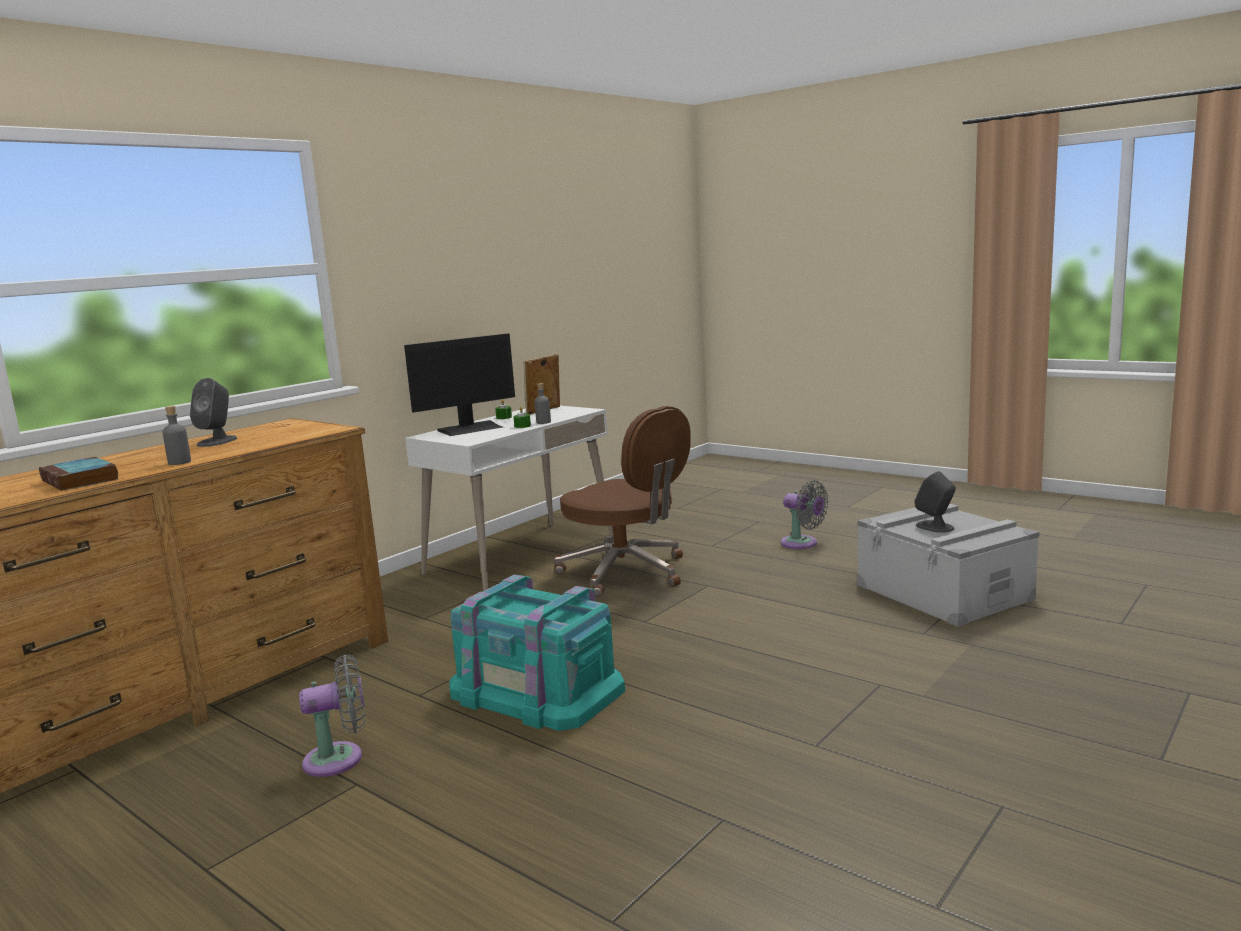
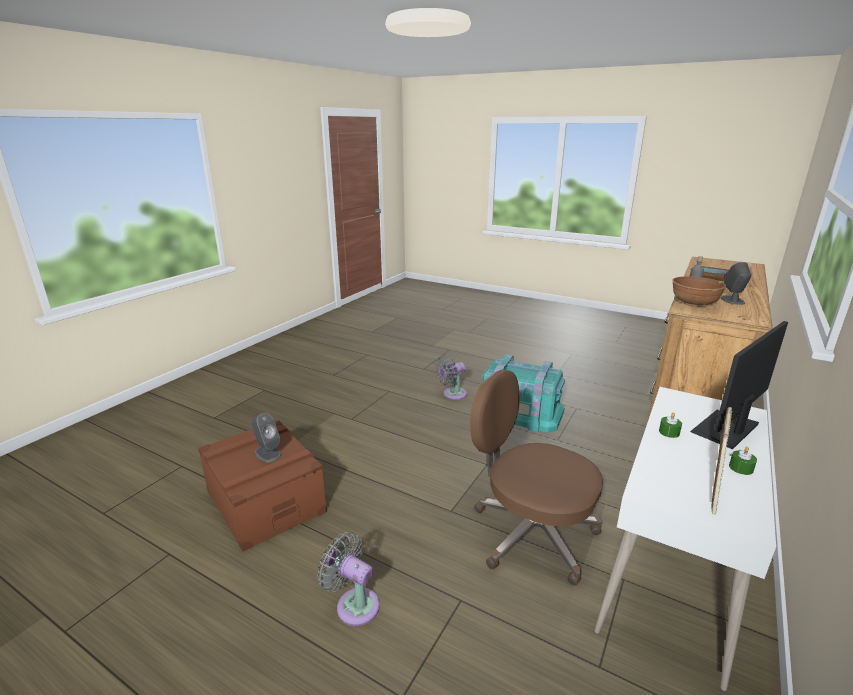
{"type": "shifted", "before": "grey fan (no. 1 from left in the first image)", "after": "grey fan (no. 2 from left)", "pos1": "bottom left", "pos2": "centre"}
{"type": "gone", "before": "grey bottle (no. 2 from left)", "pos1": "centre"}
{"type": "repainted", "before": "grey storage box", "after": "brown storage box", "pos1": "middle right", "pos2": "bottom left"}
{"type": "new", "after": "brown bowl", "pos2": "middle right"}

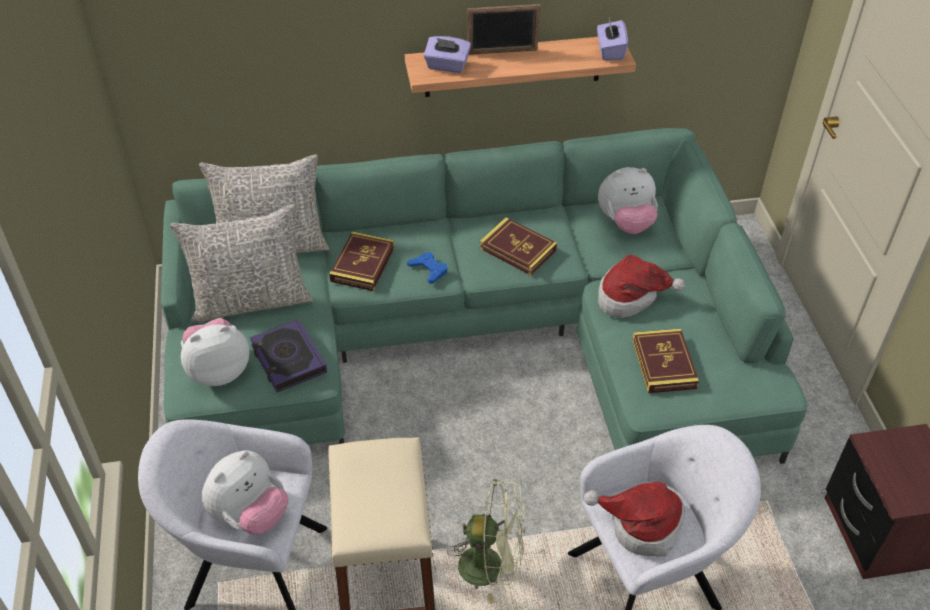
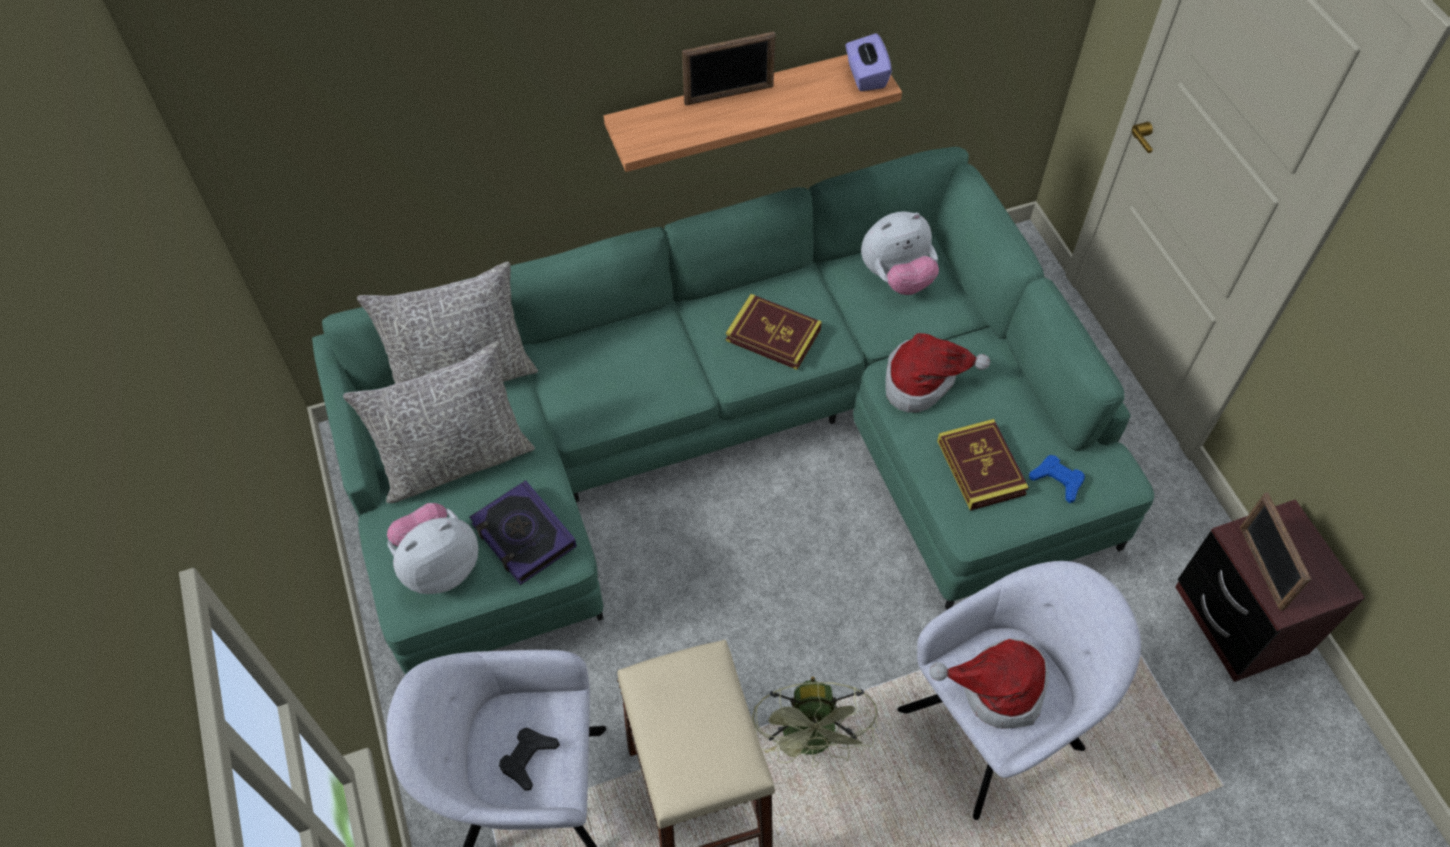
{"type": "swapped", "before": "plush toy (no. 2 from left)", "after": "black game controller", "pos1": "bottom left", "pos2": "bottom centre"}
{"type": "gone", "before": "book (no. 2 from left)", "pos1": "centre"}
{"type": "shifted", "before": "blue game controller", "pos1": "centre", "pos2": "middle right"}
{"type": "gone", "before": "purple tissue box (no. 1 from left)", "pos1": "top centre"}
{"type": "rotated", "before": "green fan", "pos1": "bottom centre", "pos2": "bottom centre", "turn": 90}
{"type": "new", "after": "picture frame (no. 2 from left)", "pos2": "middle right"}

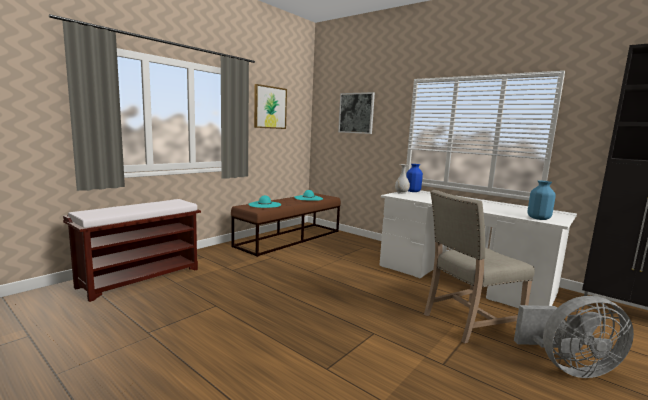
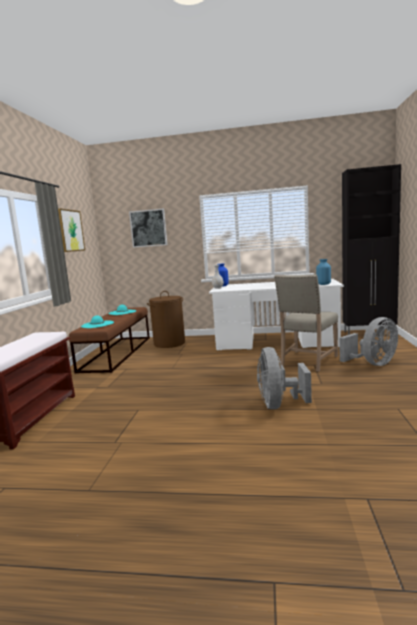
{"type": "new", "after": "brown laundry basket", "pos2": "centre"}
{"type": "new", "after": "grey fan (no. 1 from left)", "pos2": "middle right"}

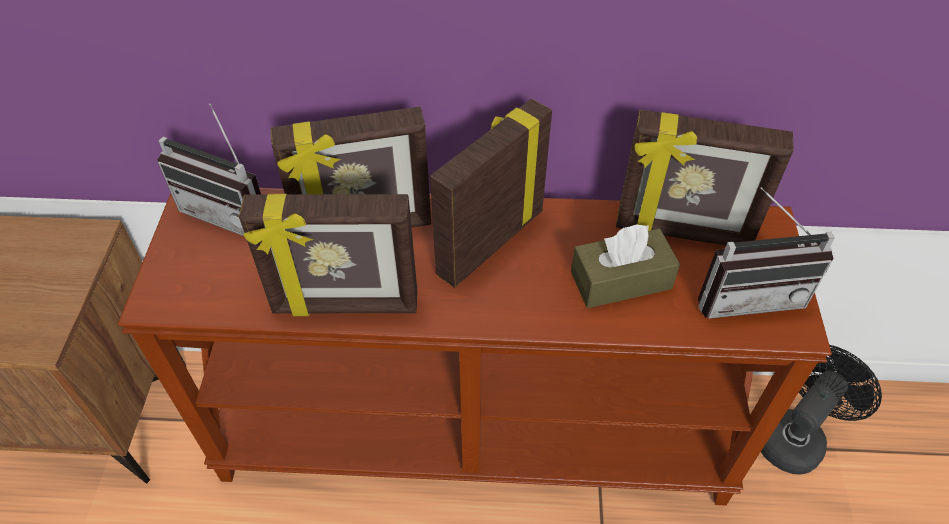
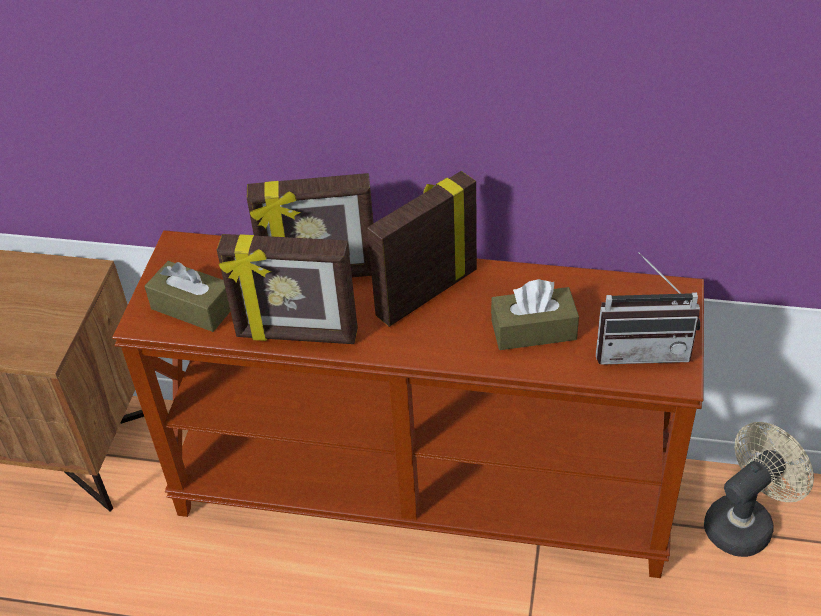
{"type": "gone", "before": "radio (no. 1 from left)", "pos1": "top left"}
{"type": "gone", "before": "picture frame (no. 4 from left)", "pos1": "middle right"}
{"type": "repainted", "before": "black fan", "after": "beige fan", "pos1": "bottom right", "pos2": "bottom right"}
{"type": "new", "after": "brown tissue box (no. 1 from left)", "pos2": "middle left"}

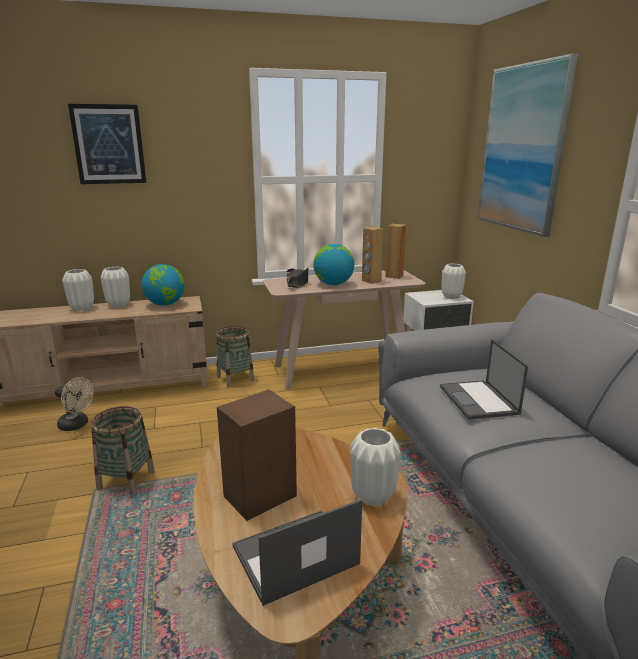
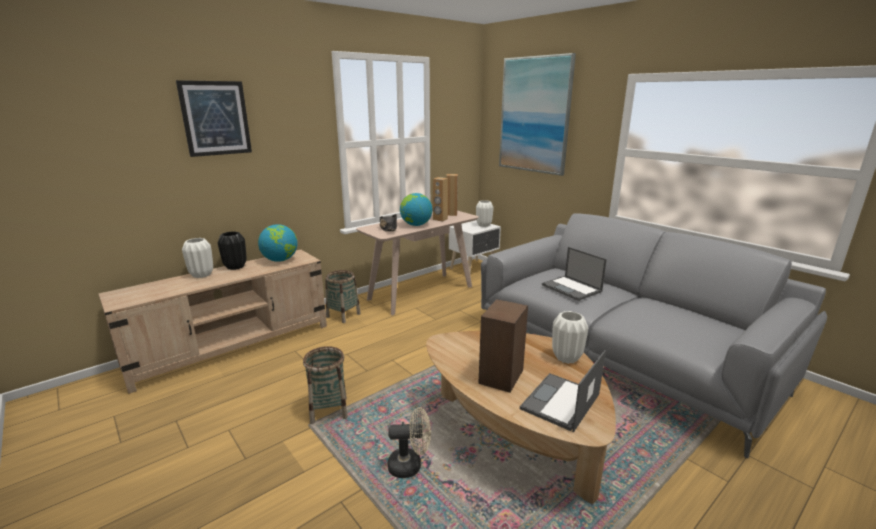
{"type": "shifted", "before": "beige fan", "pos1": "middle left", "pos2": "bottom centre"}
{"type": "repainted", "before": "white vase (no. 2 from left)", "after": "black vase", "pos1": "middle left", "pos2": "middle left"}

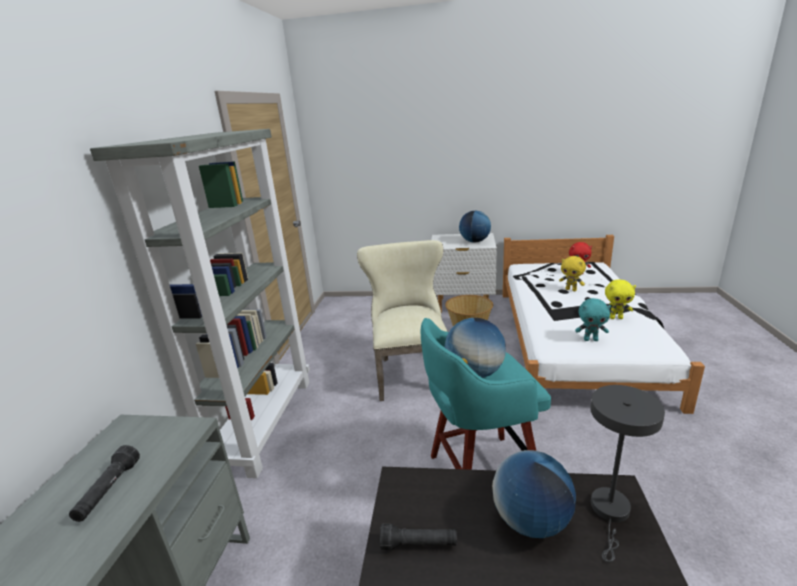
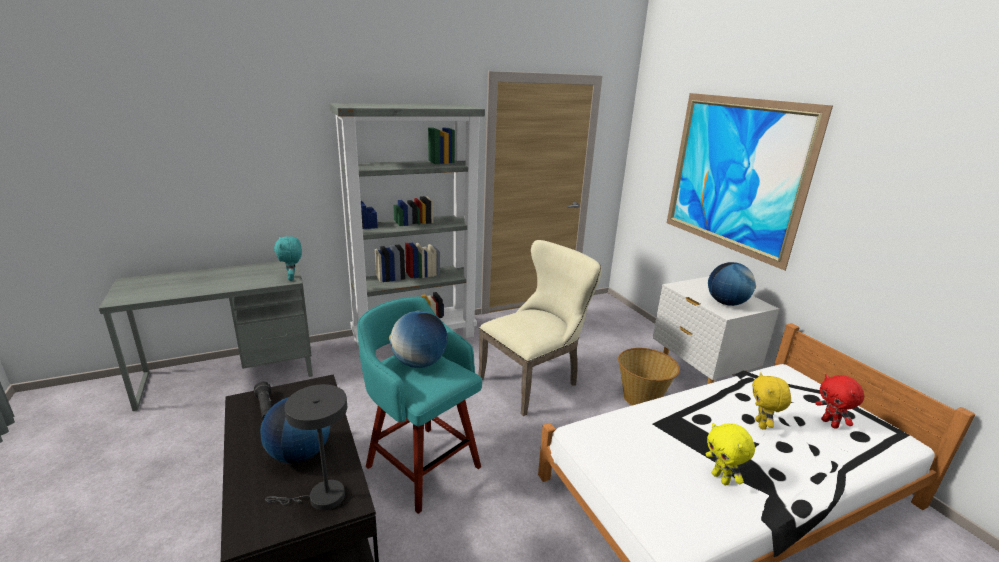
{"type": "gone", "before": "black flashlight (no. 1 from left)", "pos1": "bottom left"}
{"type": "shifted", "before": "turquoise plush toy", "pos1": "middle right", "pos2": "middle left"}
{"type": "new", "after": "picture", "pos2": "top right"}

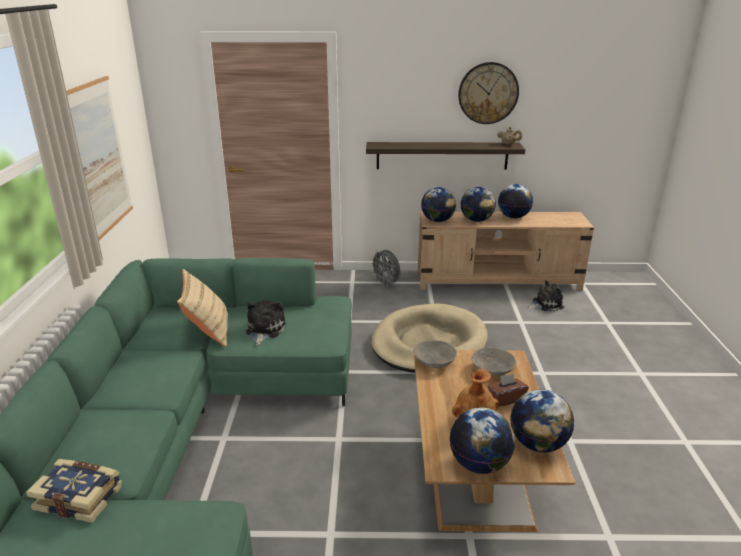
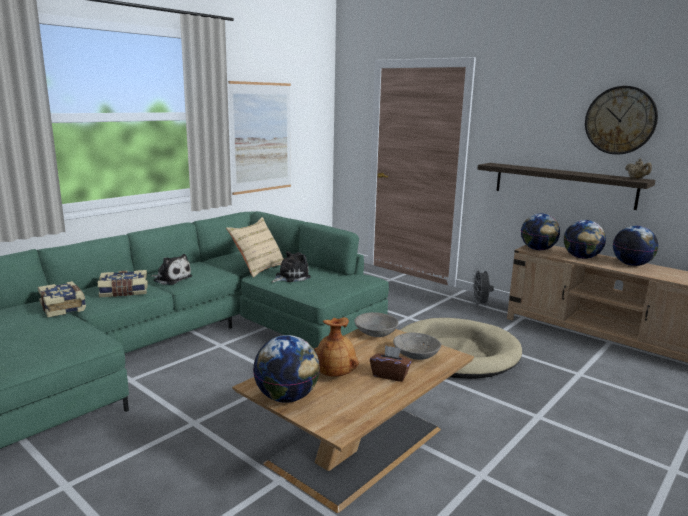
{"type": "gone", "before": "globe (no. 5 from left)", "pos1": "bottom right"}
{"type": "shifted", "before": "plush toy (no. 2 from left in the first image)", "after": "plush toy (no. 1 from left)", "pos1": "middle right", "pos2": "middle left"}
{"type": "new", "after": "book (no. 2 from left)", "pos2": "middle left"}

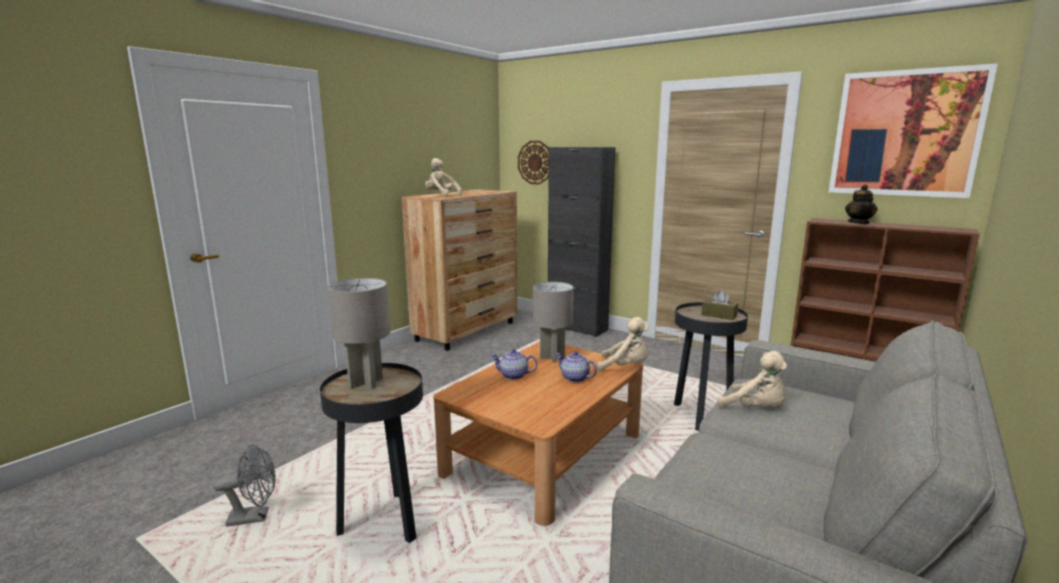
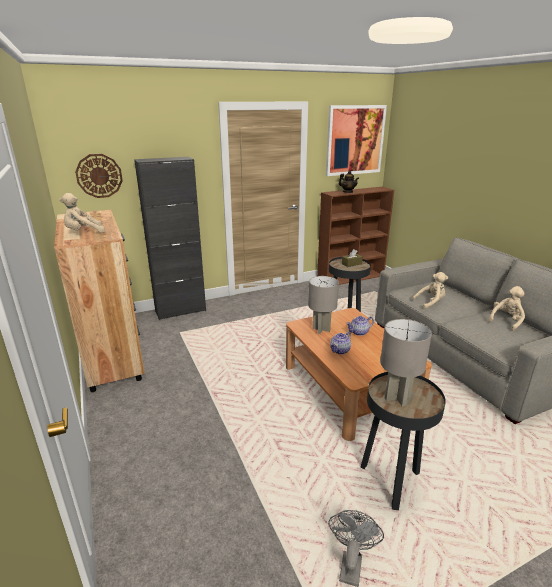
{"type": "shifted", "before": "beige plush toy (no. 2 from left in the first image)", "after": "beige plush toy (no. 3 from left)", "pos1": "centre", "pos2": "middle right"}

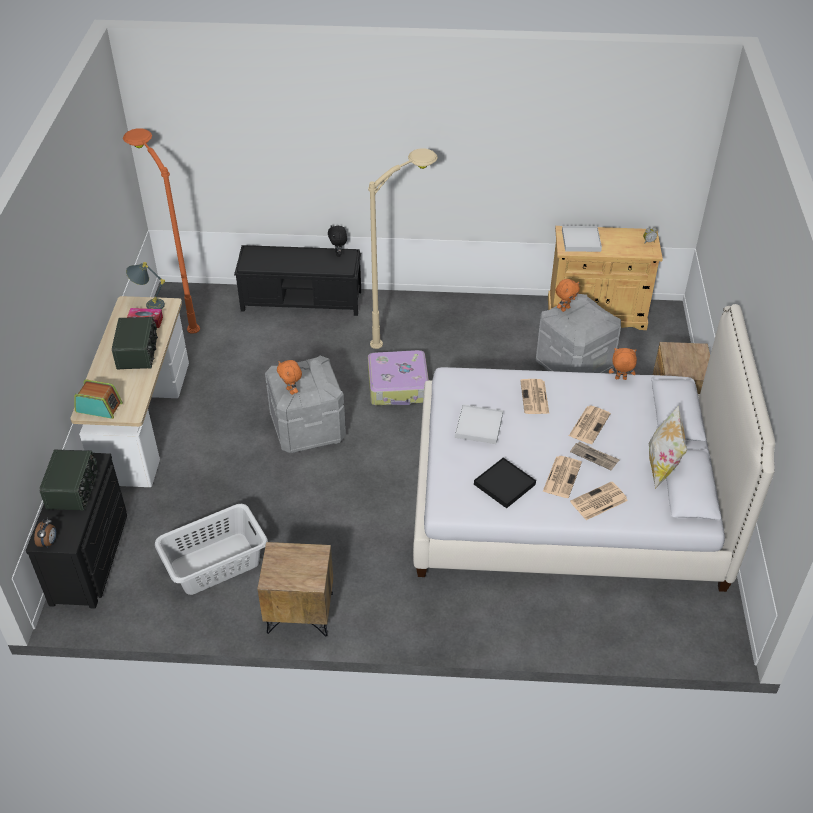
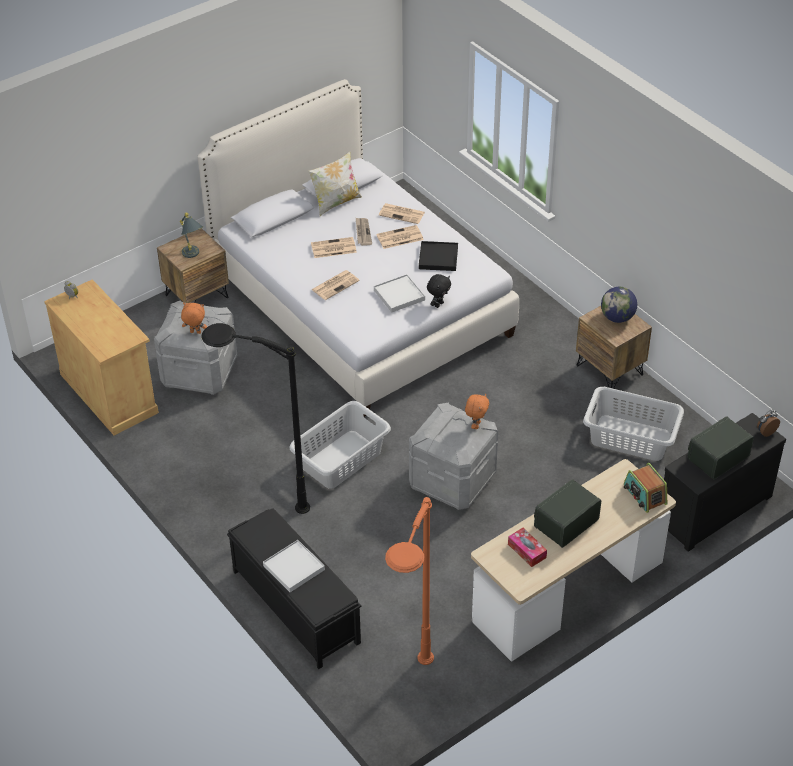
{"type": "shifted", "before": "grey table lamp", "pos1": "middle left", "pos2": "top left"}
{"type": "shifted", "before": "black plush toy", "pos1": "top centre", "pos2": "centre"}
{"type": "repainted", "before": "beige floor lamp", "after": "black floor lamp", "pos1": "top centre", "pos2": "middle left"}
{"type": "swapped", "before": "suitcase", "after": "grey laundry basket (no. 1 from left)", "pos1": "centre", "pos2": "centre"}
{"type": "shifted", "before": "white tray (no. 2 from left in the first image)", "after": "white tray (no. 1 from left)", "pos1": "top right", "pos2": "bottom centre"}
{"type": "gone", "before": "orange plush toy (no. 3 from left)", "pos1": "middle right"}
{"type": "new", "after": "globe", "pos2": "middle right"}

